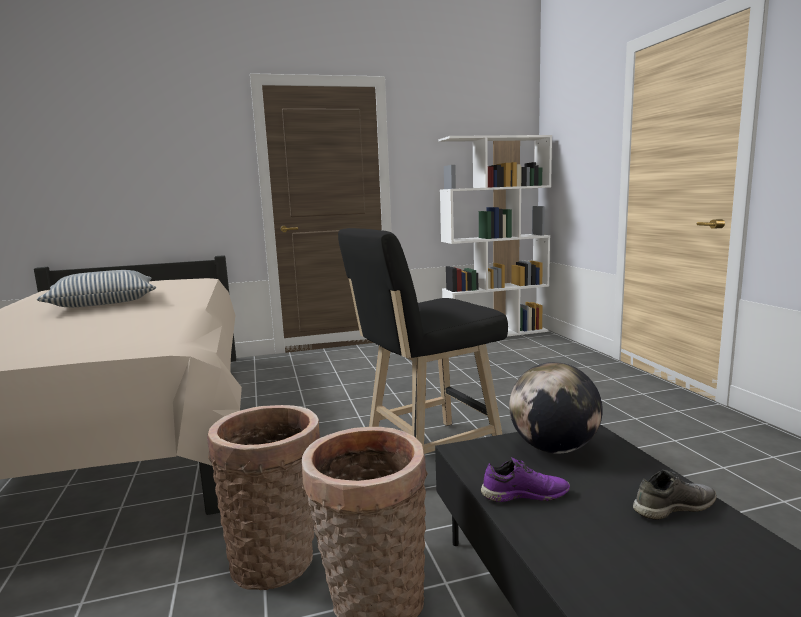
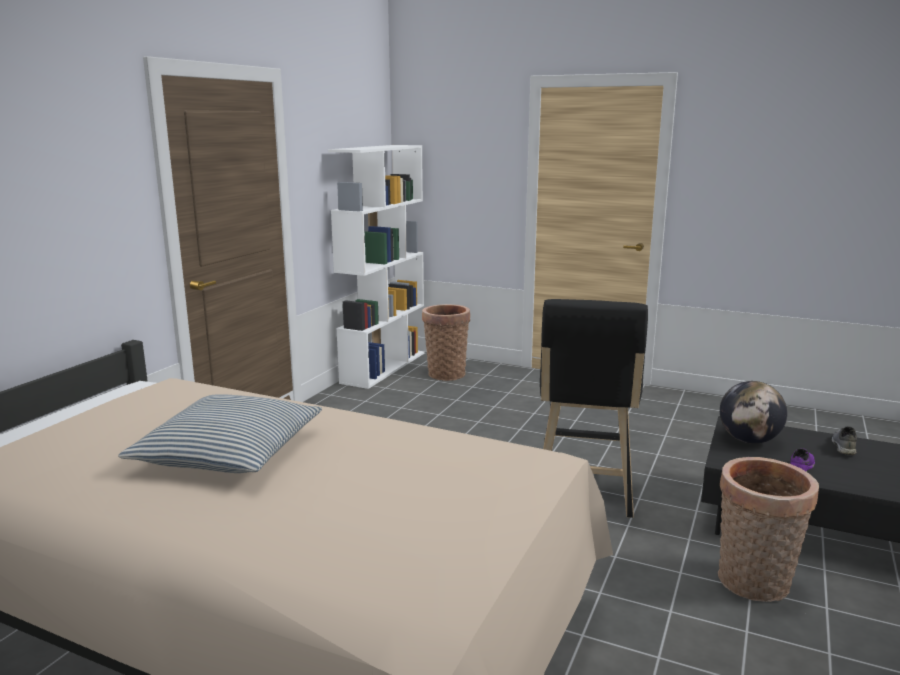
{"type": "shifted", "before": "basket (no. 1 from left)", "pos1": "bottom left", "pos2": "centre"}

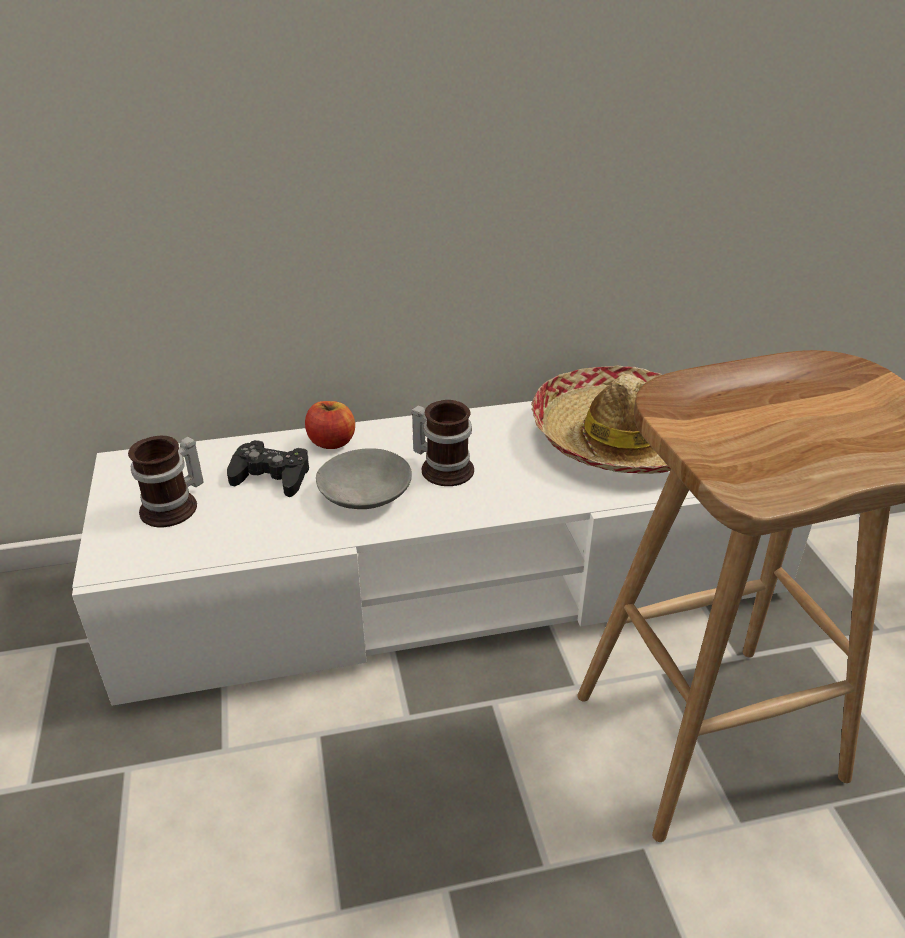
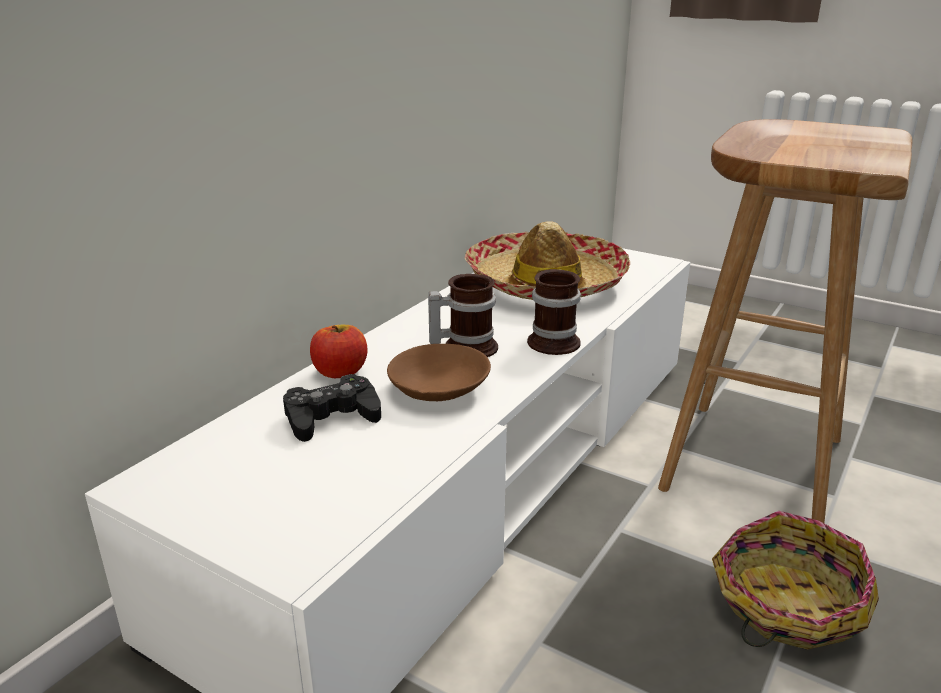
{"type": "shifted", "before": "mug (no. 1 from left in the first image)", "after": "mug (no. 2 from left)", "pos1": "middle left", "pos2": "centre"}
{"type": "repainted", "before": "grey bowl", "after": "brown bowl", "pos1": "centre", "pos2": "centre"}
{"type": "new", "after": "basket", "pos2": "bottom right"}

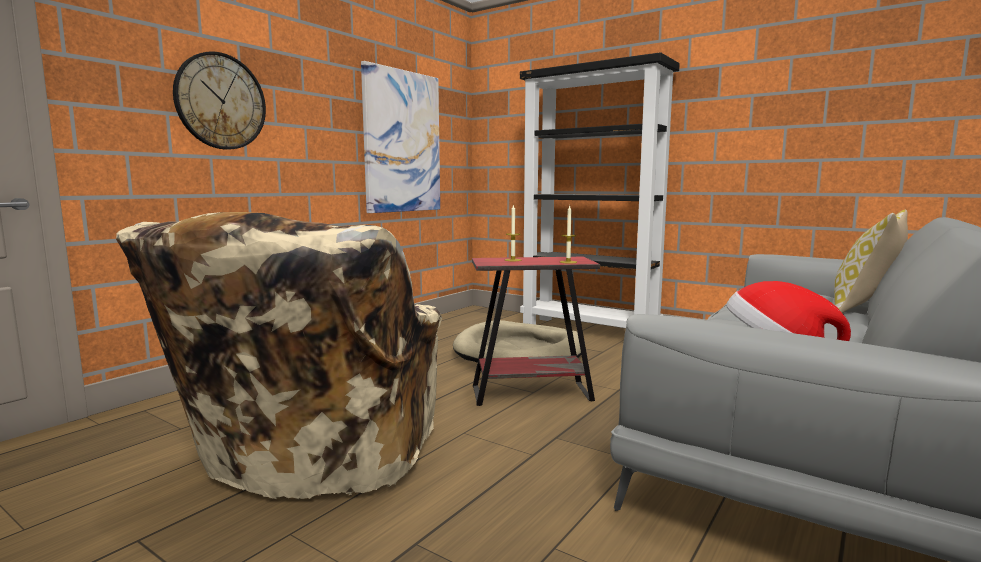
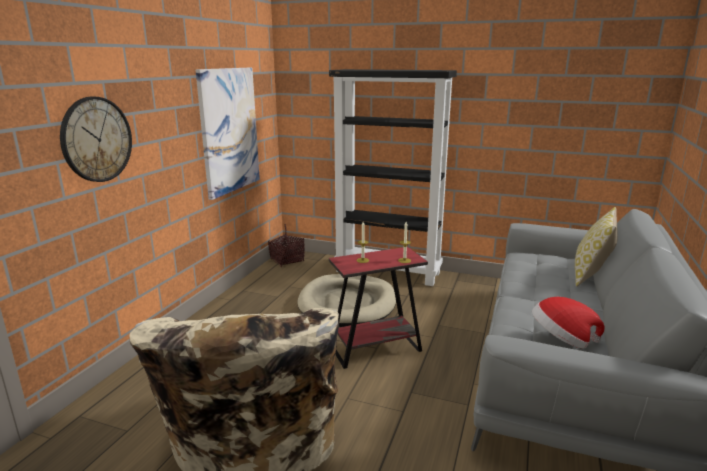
{"type": "new", "after": "basket", "pos2": "centre"}

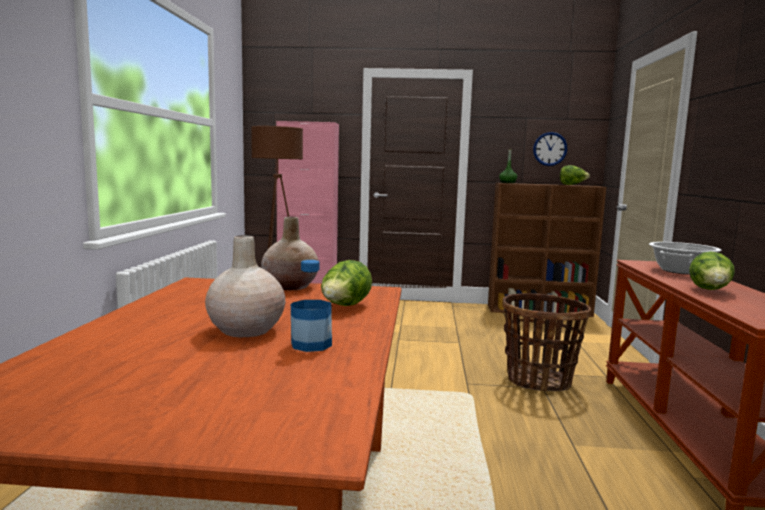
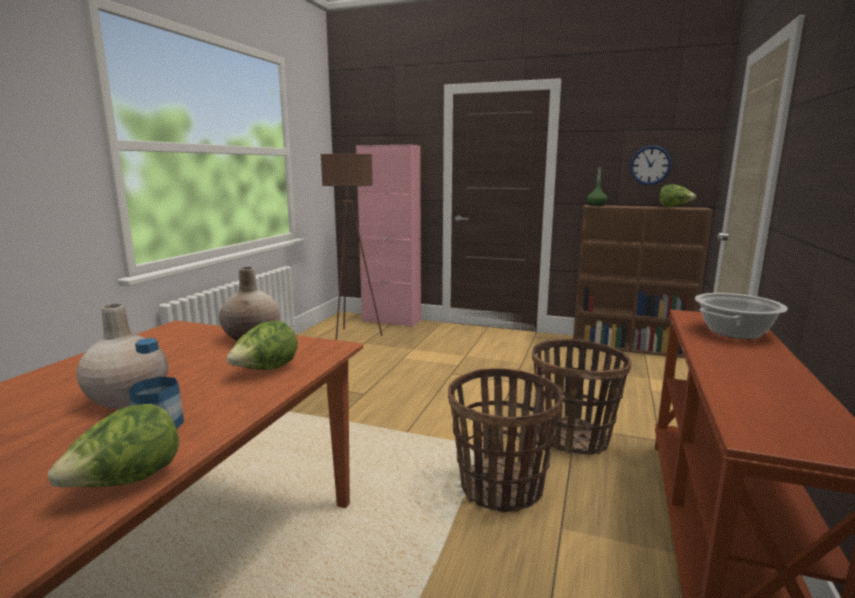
{"type": "shifted", "before": "lettuce (no. 3 from left in the first image)", "after": "lettuce (no. 1 from left)", "pos1": "middle right", "pos2": "bottom left"}
{"type": "new", "after": "basket (no. 1 from left)", "pos2": "bottom centre"}

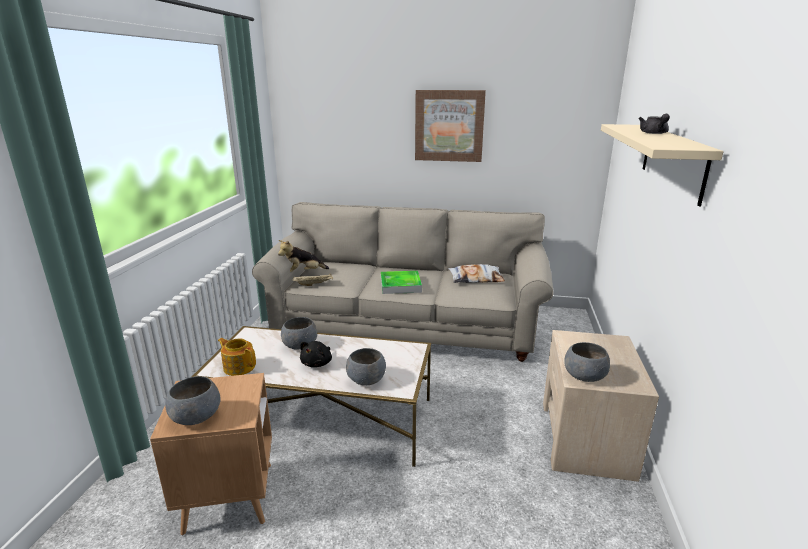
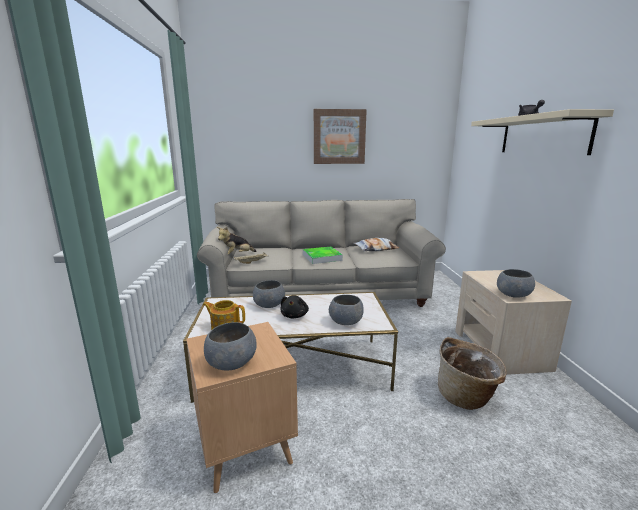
{"type": "new", "after": "basket", "pos2": "bottom right"}

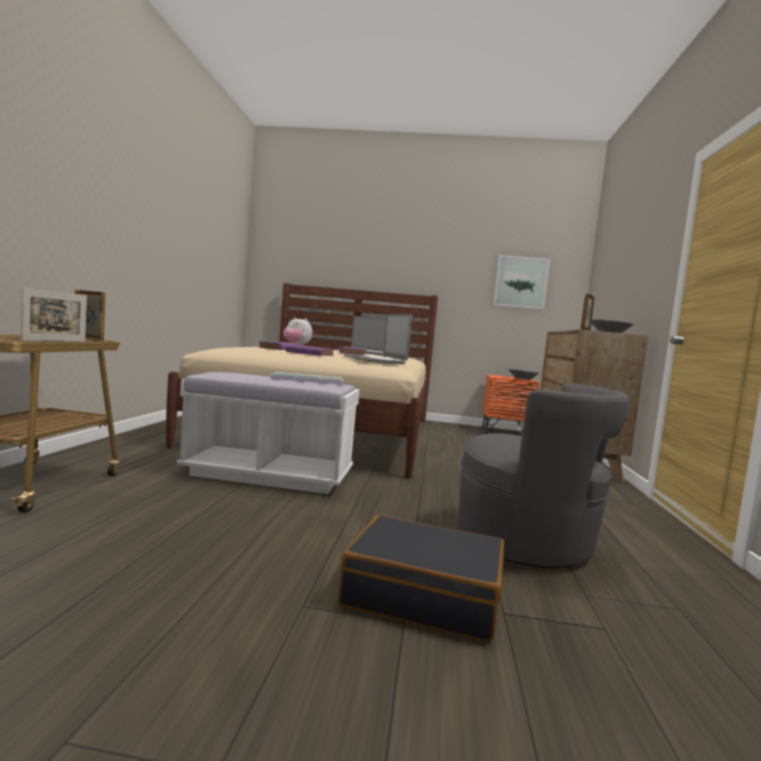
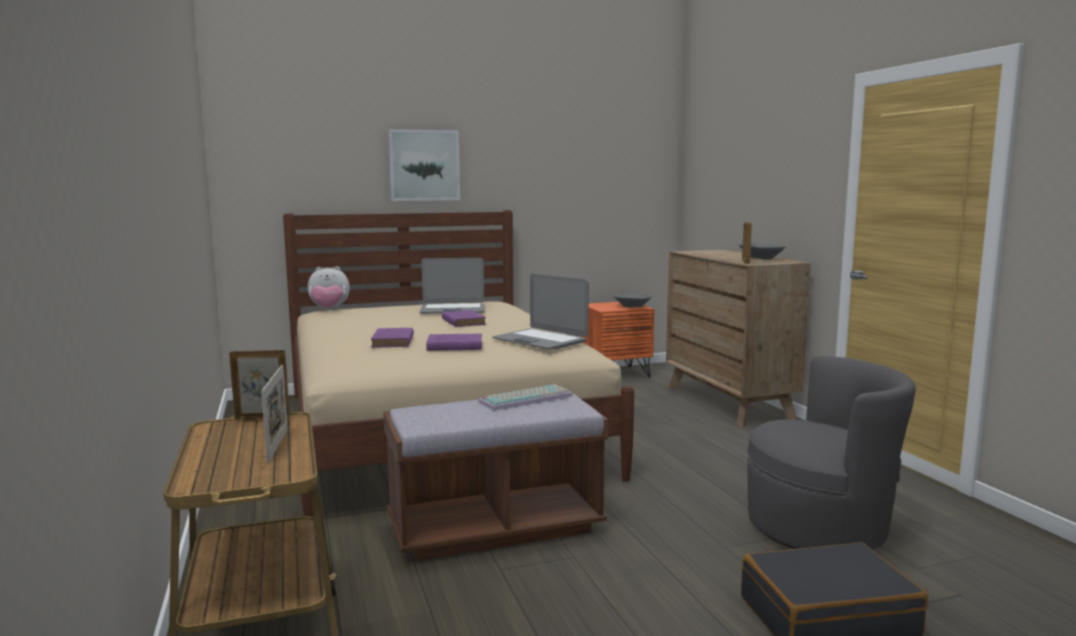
{"type": "repainted", "before": "white bench", "after": "brown bench", "pos1": "centre", "pos2": "bottom centre"}
{"type": "shifted", "before": "picture", "pos1": "middle right", "pos2": "top centre"}

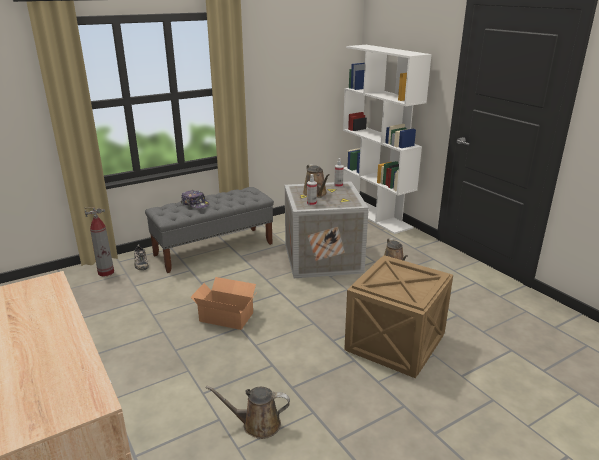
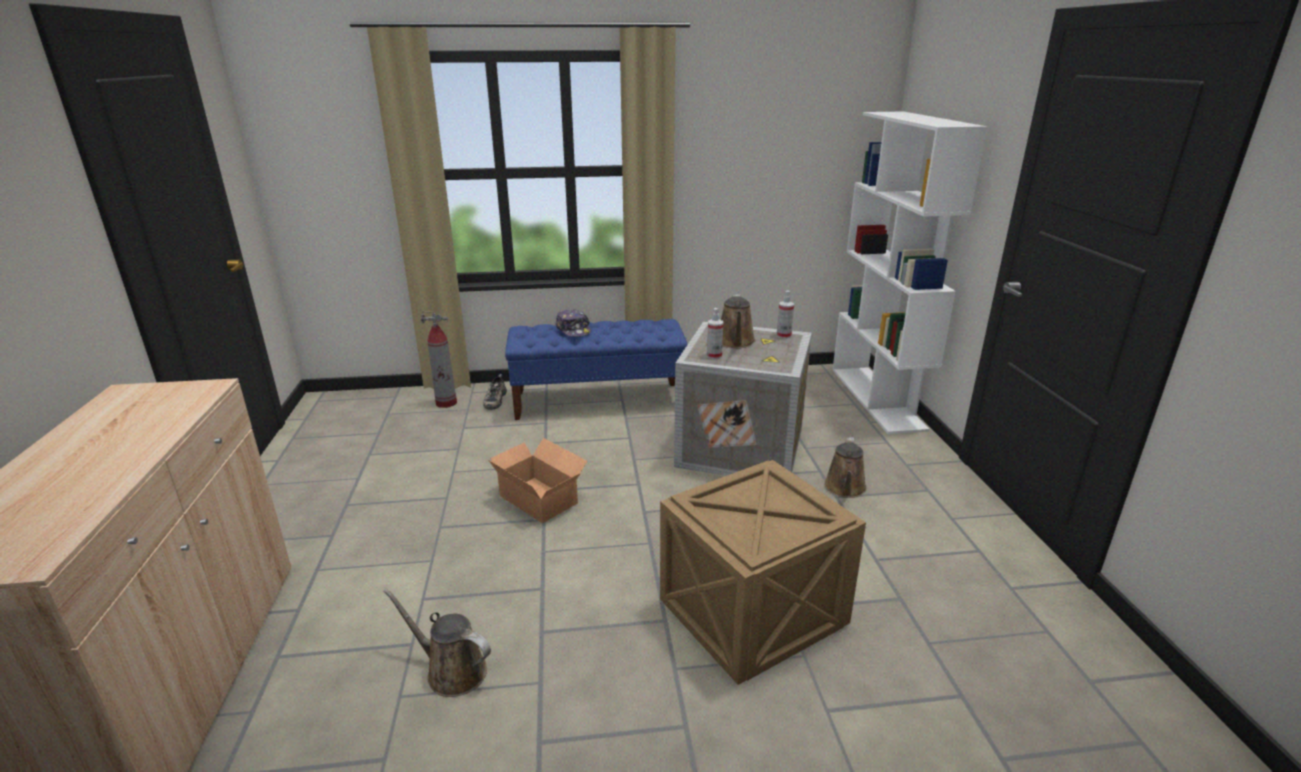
{"type": "repainted", "before": "grey bench", "after": "blue bench", "pos1": "centre", "pos2": "centre"}

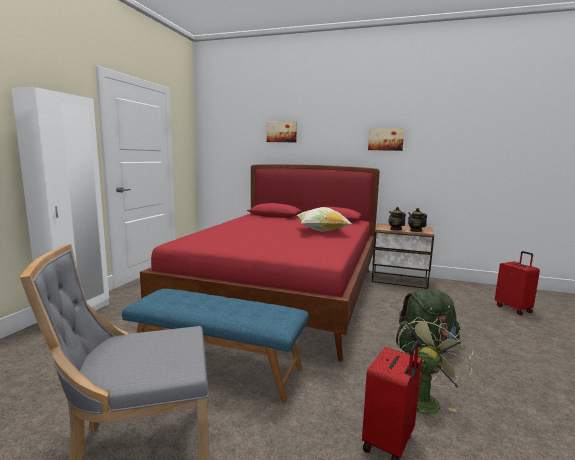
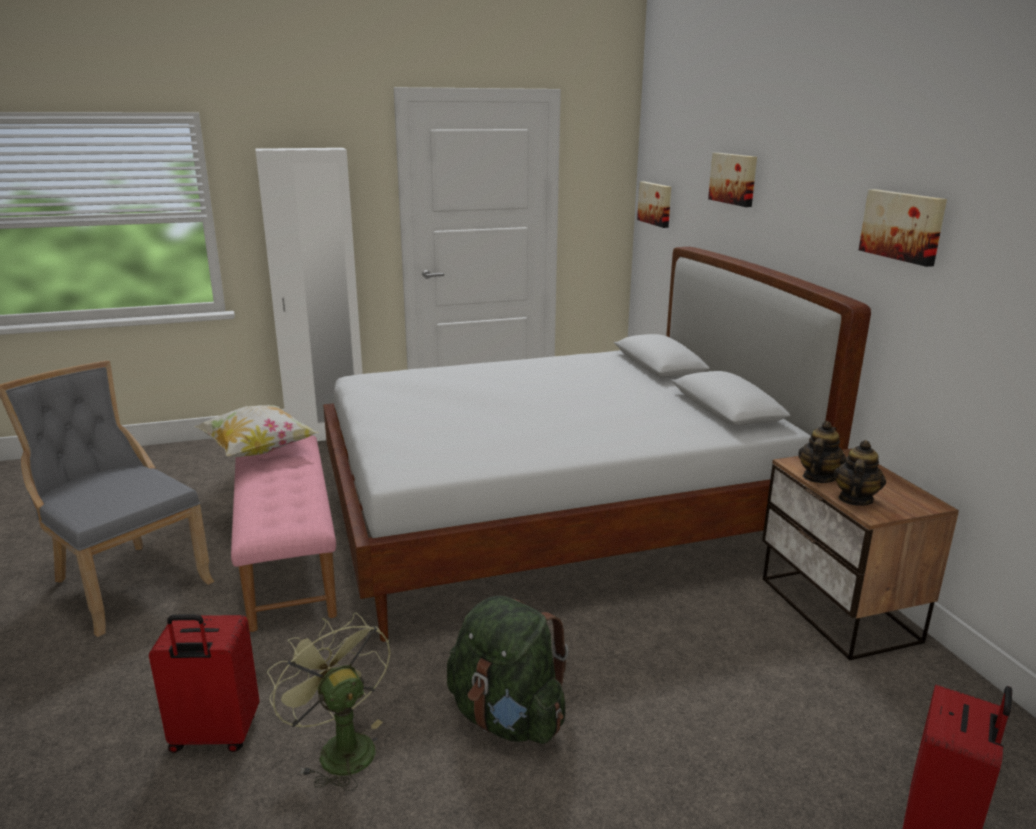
{"type": "repainted", "before": "blue bench", "after": "pink bench", "pos1": "bottom centre", "pos2": "middle left"}
{"type": "repainted", "before": "red bed", "after": "white bed", "pos1": "centre", "pos2": "centre"}
{"type": "shifted", "before": "pillow", "pos1": "centre", "pos2": "middle left"}
{"type": "rotated", "before": "green fan", "pos1": "bottom right", "pos2": "bottom left", "turn": -135}
{"type": "new", "after": "picture (no. 1 from left)", "pos2": "top centre"}

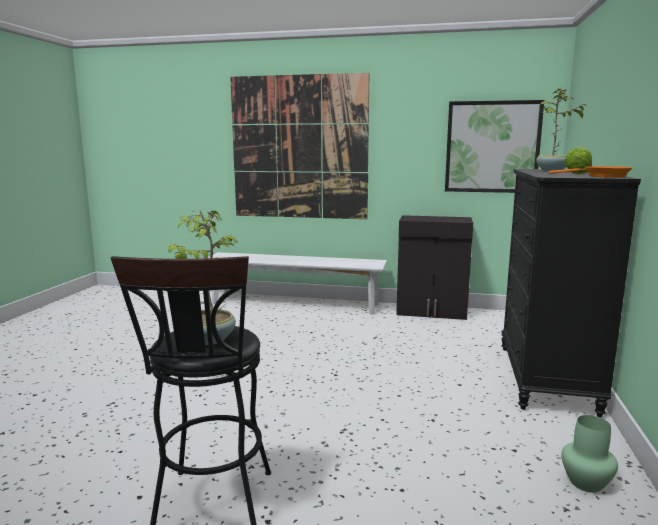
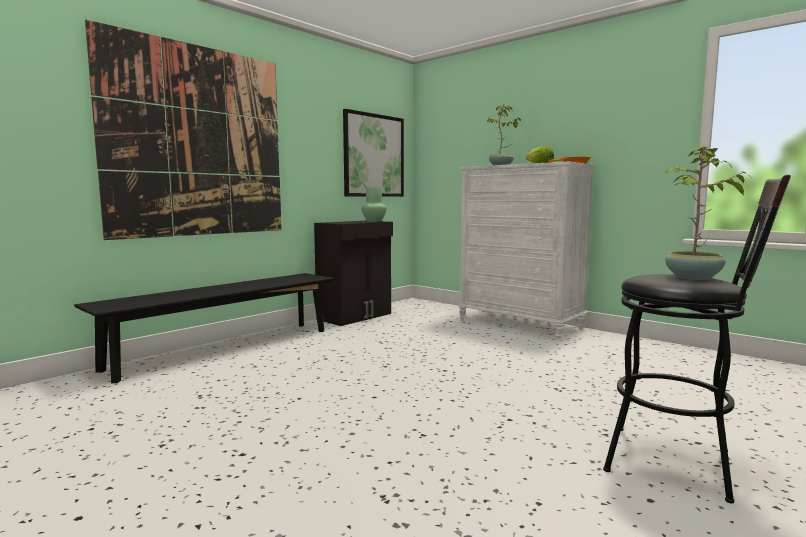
{"type": "repainted", "before": "white bench", "after": "black bench", "pos1": "centre", "pos2": "middle left"}
{"type": "repainted", "before": "black dresser", "after": "white dresser", "pos1": "middle right", "pos2": "centre"}
{"type": "shifted", "before": "green vase", "pos1": "bottom right", "pos2": "centre"}

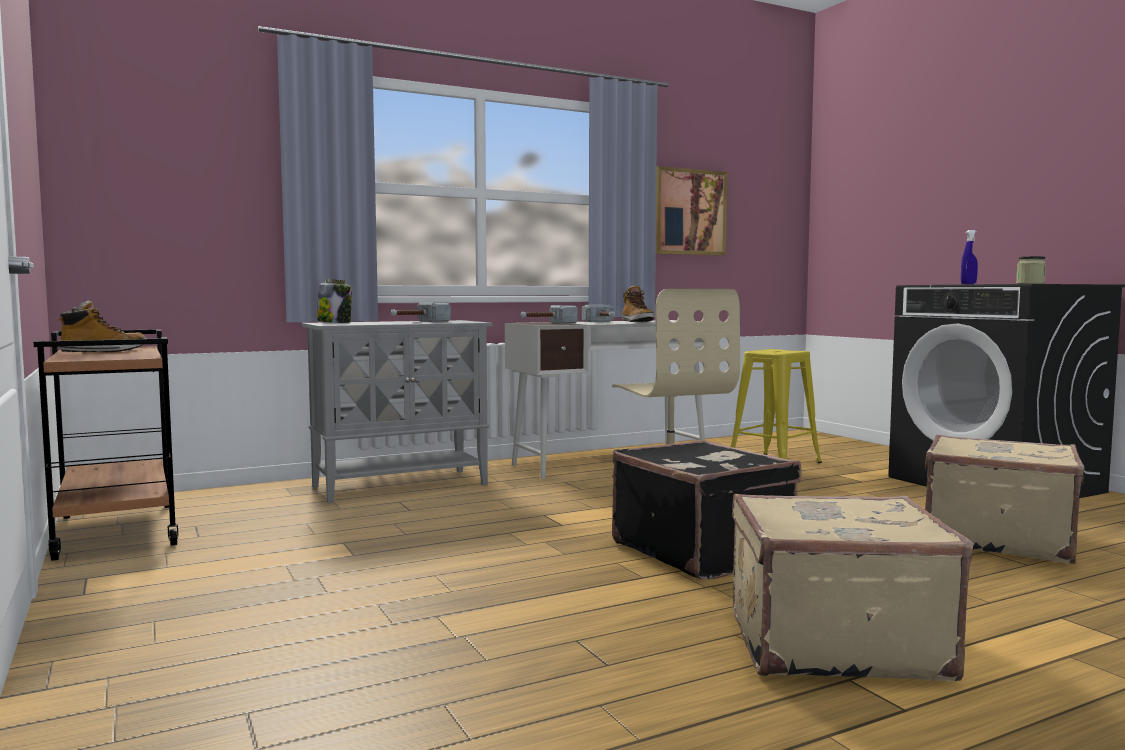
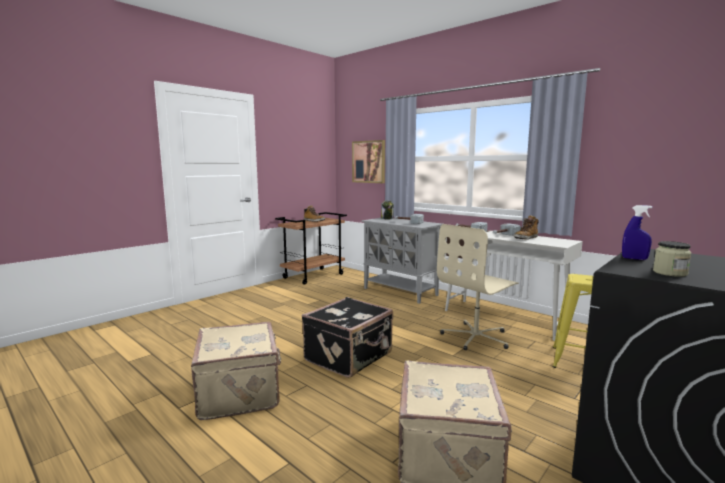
{"type": "shifted", "before": "picture", "pos1": "top centre", "pos2": "centre"}

